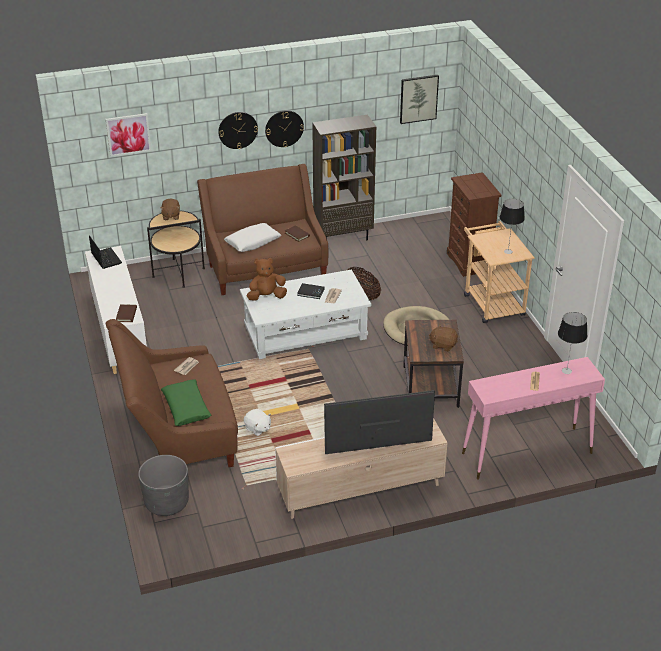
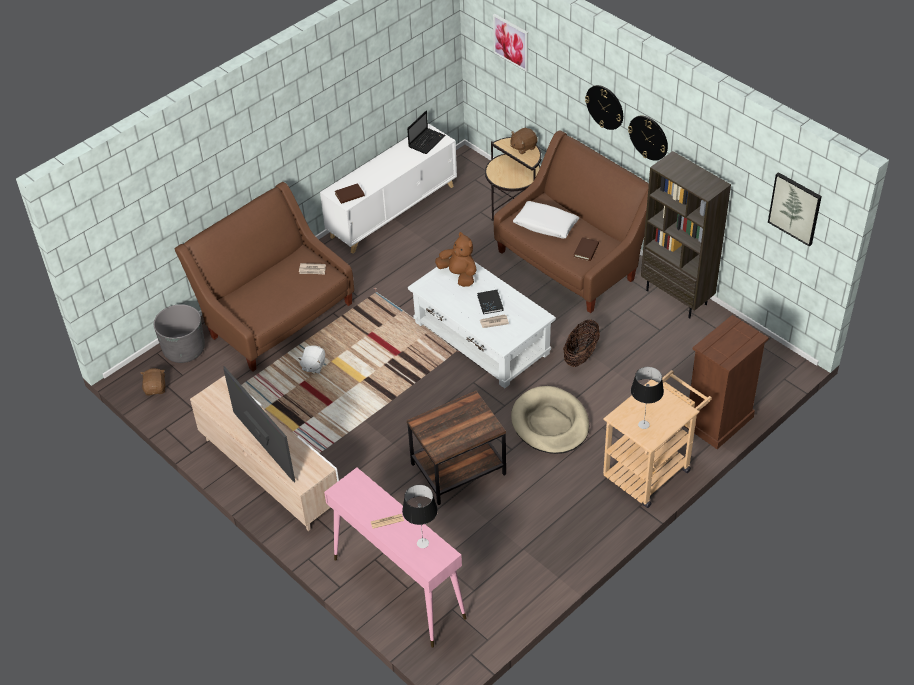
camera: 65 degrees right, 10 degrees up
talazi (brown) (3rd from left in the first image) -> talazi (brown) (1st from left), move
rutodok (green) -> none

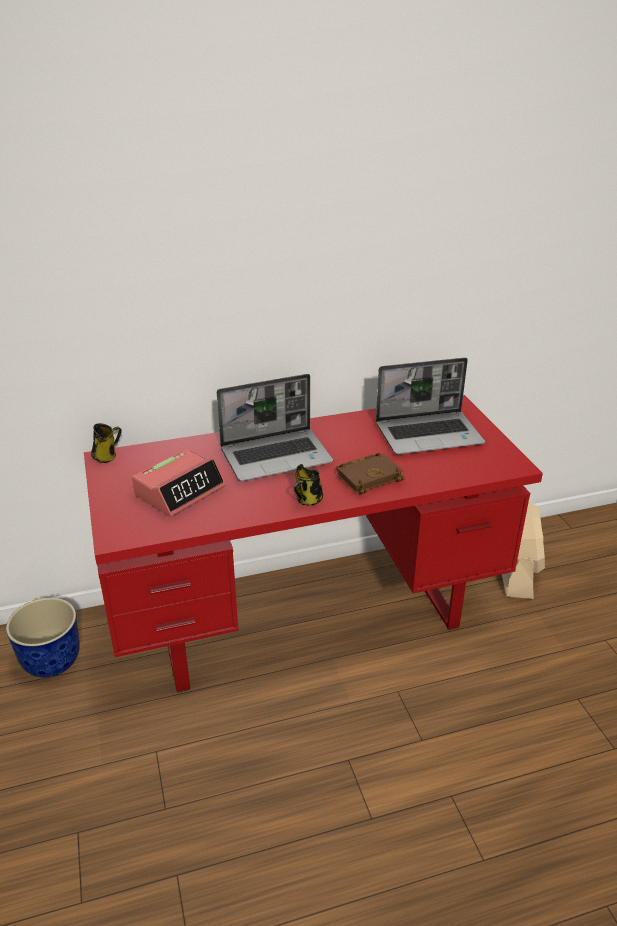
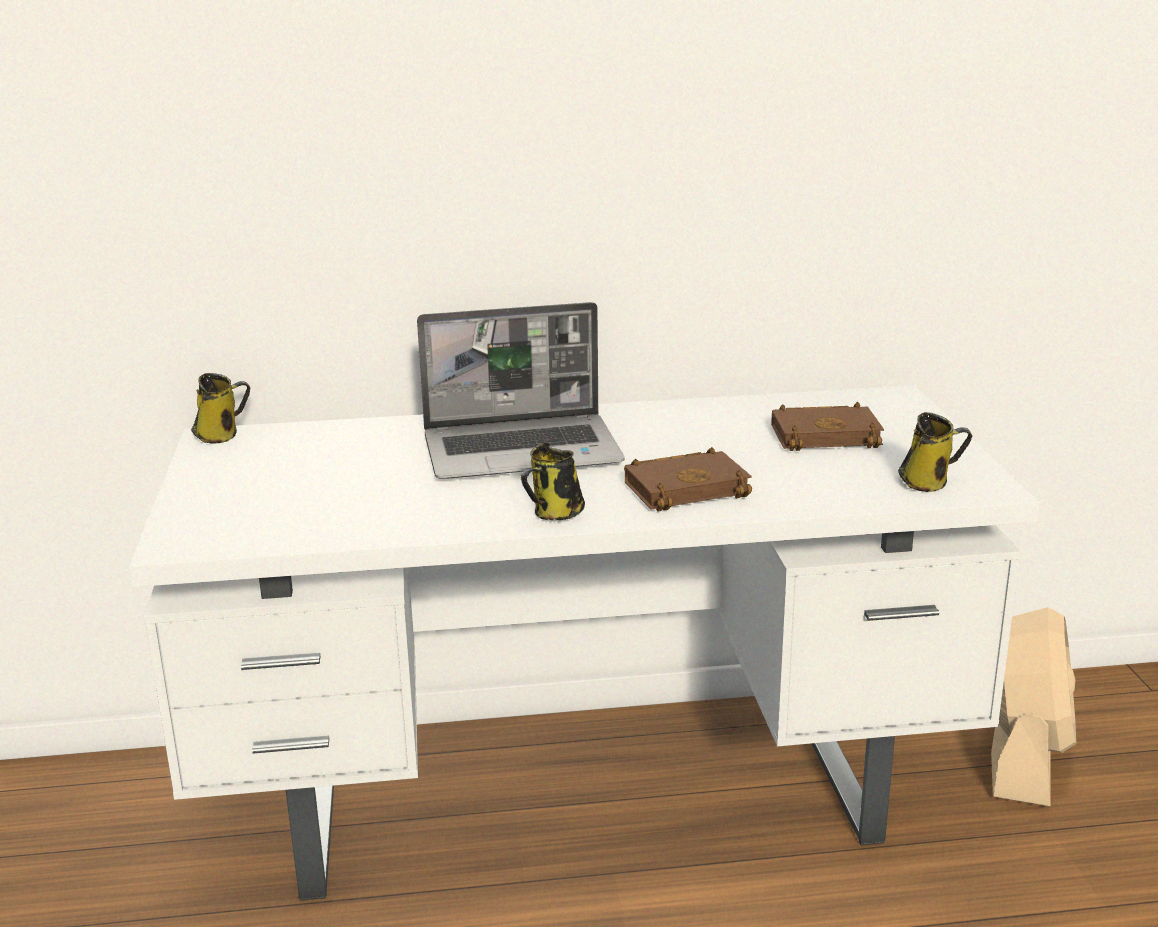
camera: 10 degrees right, 10 degrees down
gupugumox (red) -> gupugumox (white)
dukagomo (2nd from left) -> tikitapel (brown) (2nd from left)
none -> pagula (3rd from left)
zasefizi -> none
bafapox -> none

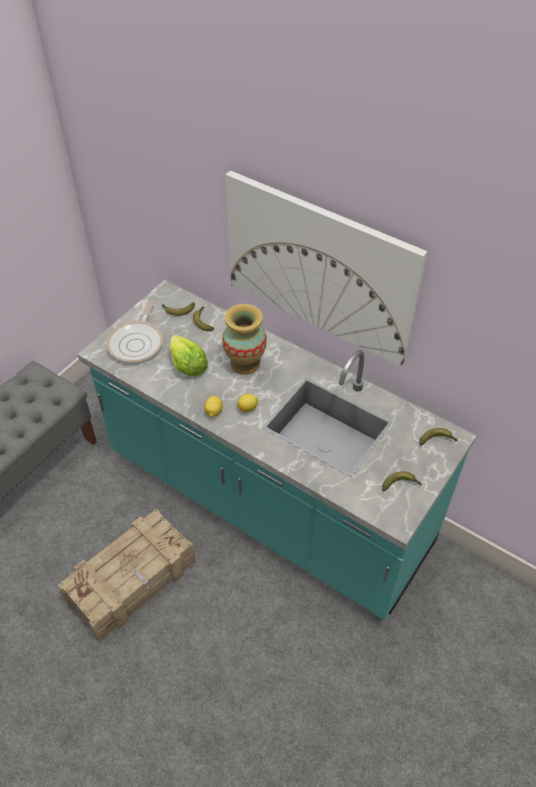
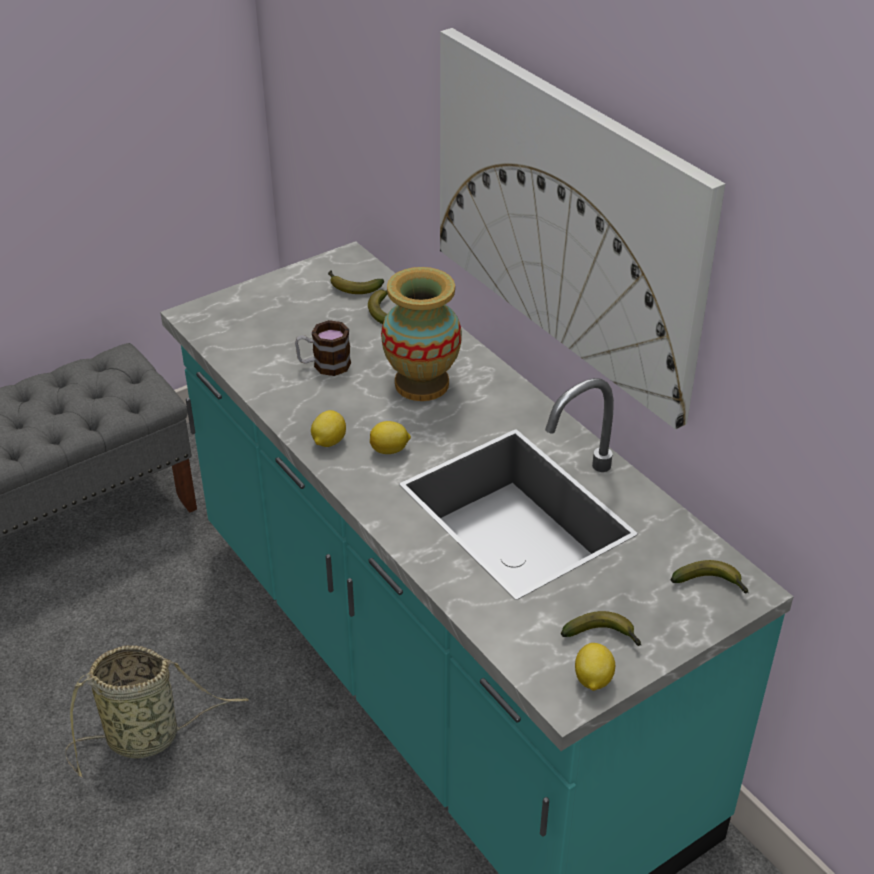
camera: 20 degrees right, 10 degrees down
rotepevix -> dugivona
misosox -> pagula
none -> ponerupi (3rd from left)
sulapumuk -> none

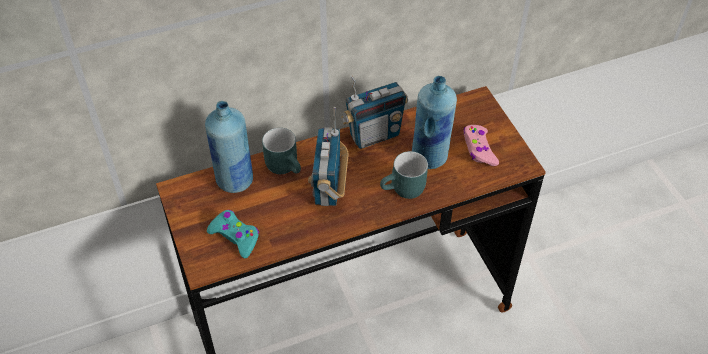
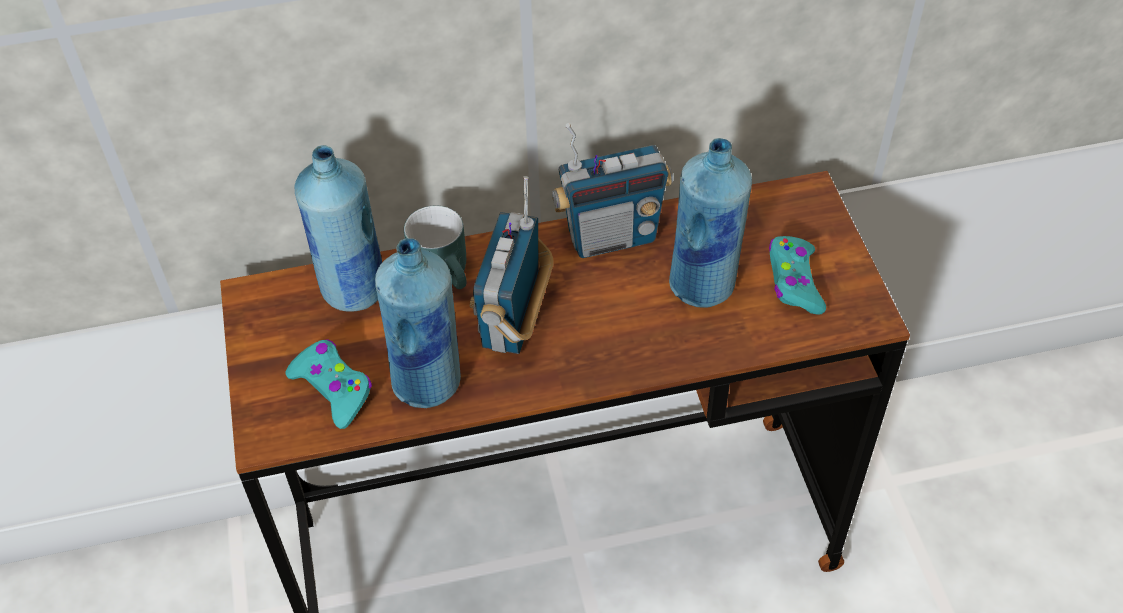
camera: 10 degrees right, 0 degrees up
none -> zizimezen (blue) (2nd from left)
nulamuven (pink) -> nulamuven (turquoise) (2nd from left)
pagula (turquoise) (2nd from left) -> none

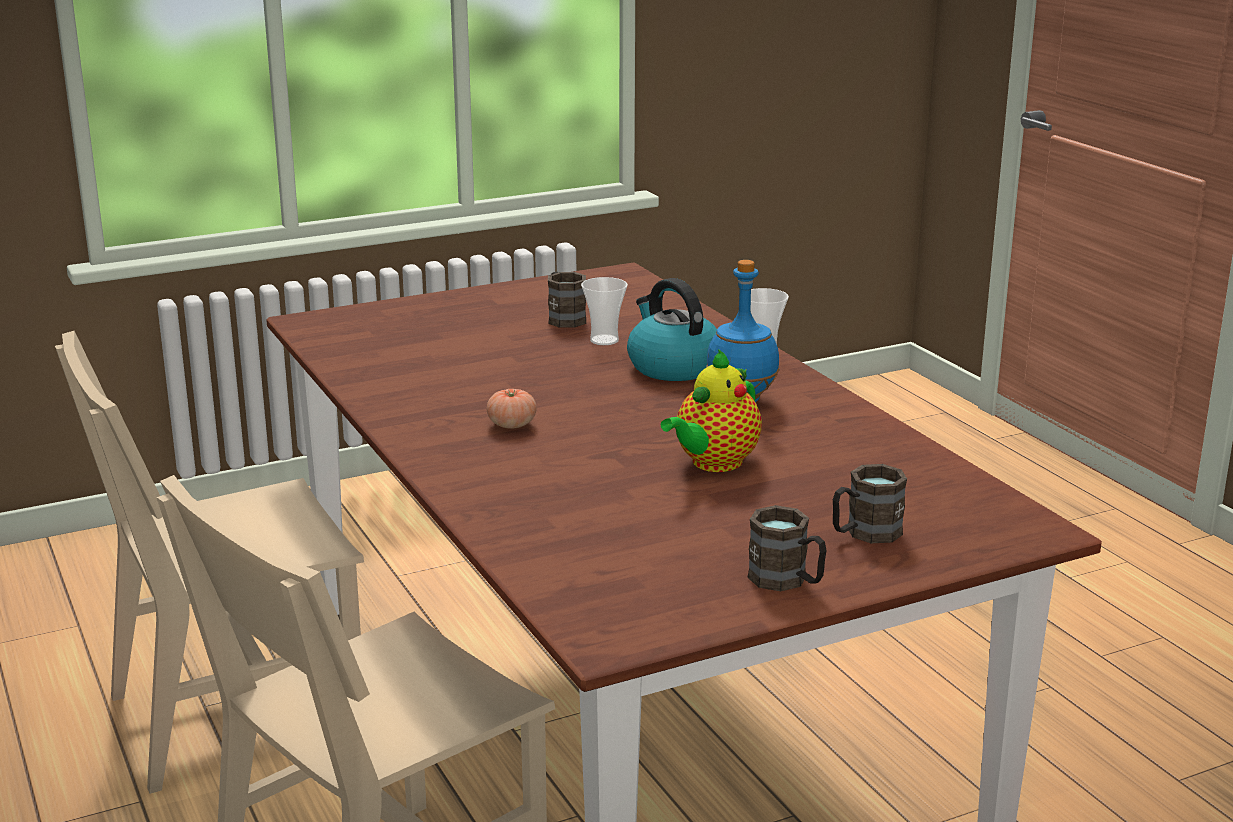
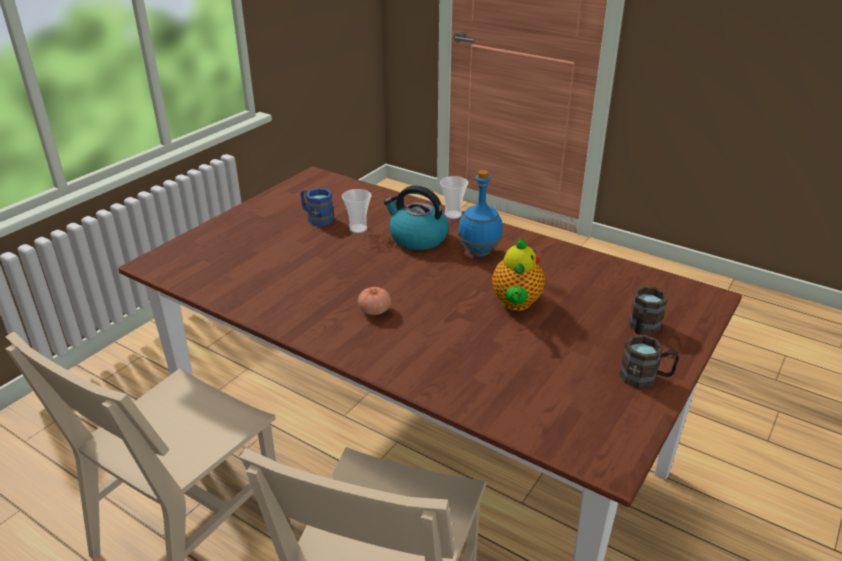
camera: 30 degrees left, 10 degrees up
pagula (brown) (1st from left) -> pagula (blue)

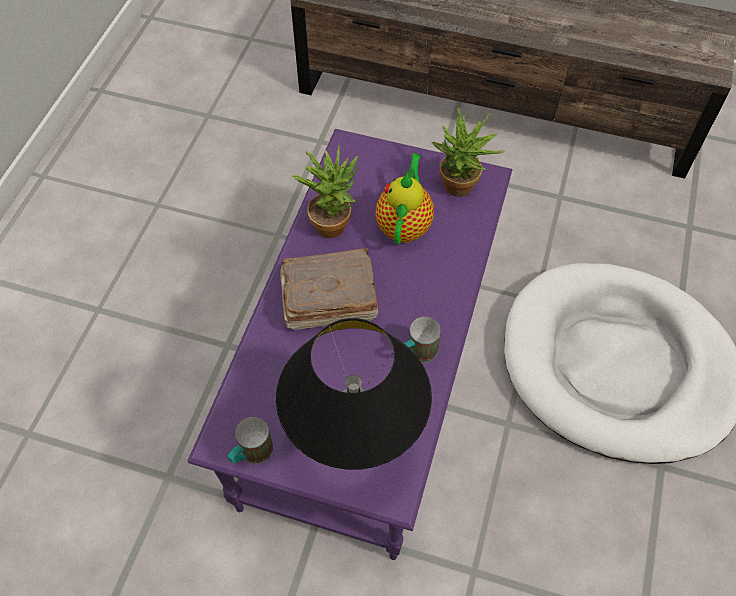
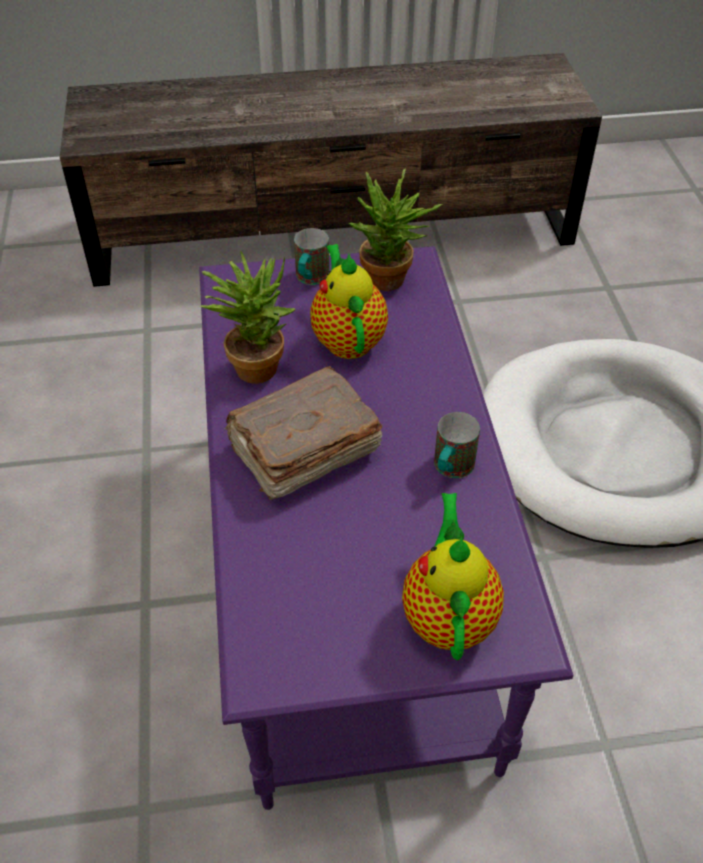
camera: 25 degrees left, 10 degrees down
pagula (1st from left), move
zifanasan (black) -> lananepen (2nd from left)

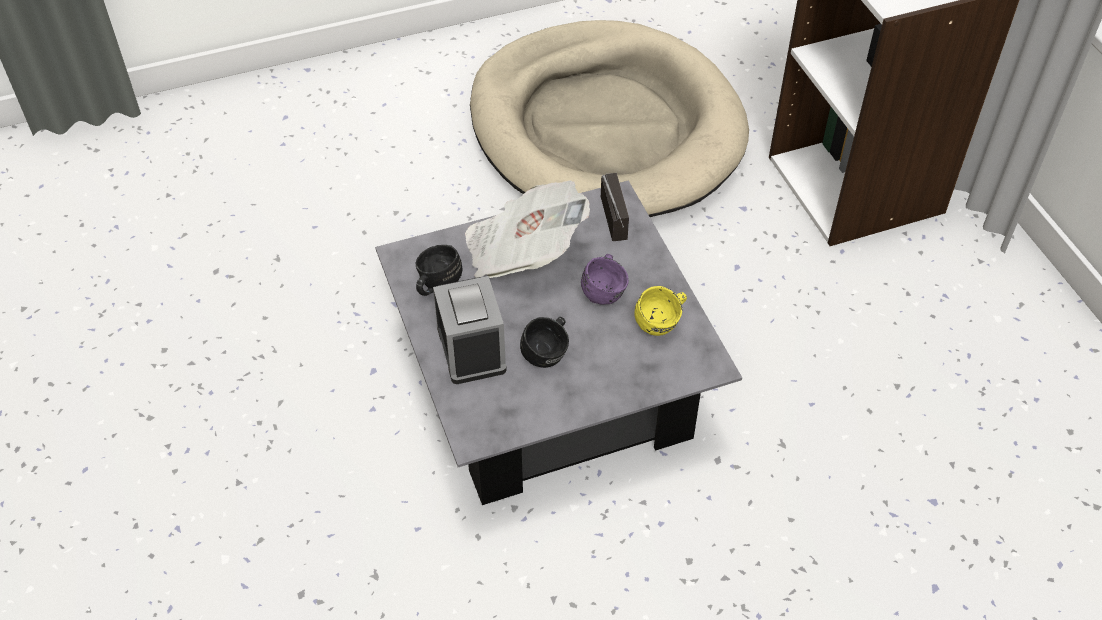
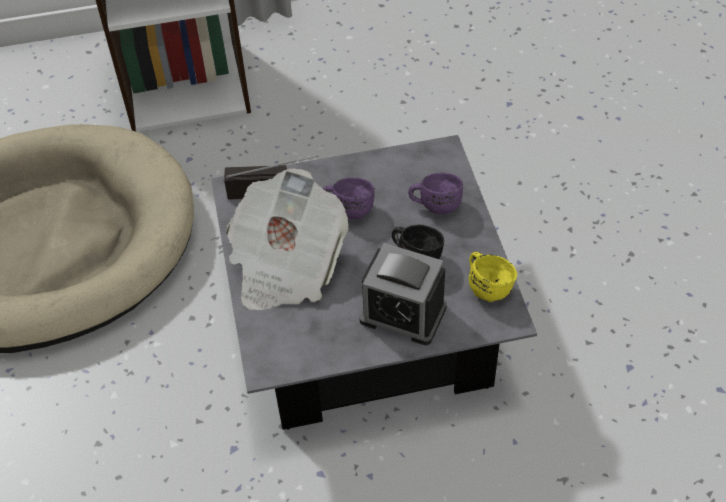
camera: 80 degrees left, 0 degrees up
bafapox, 150 degrees counterclockwise
none -> pagula (purple) (2nd from left)
pagula (yellow), move
pagula (black) (1st from left) -> none

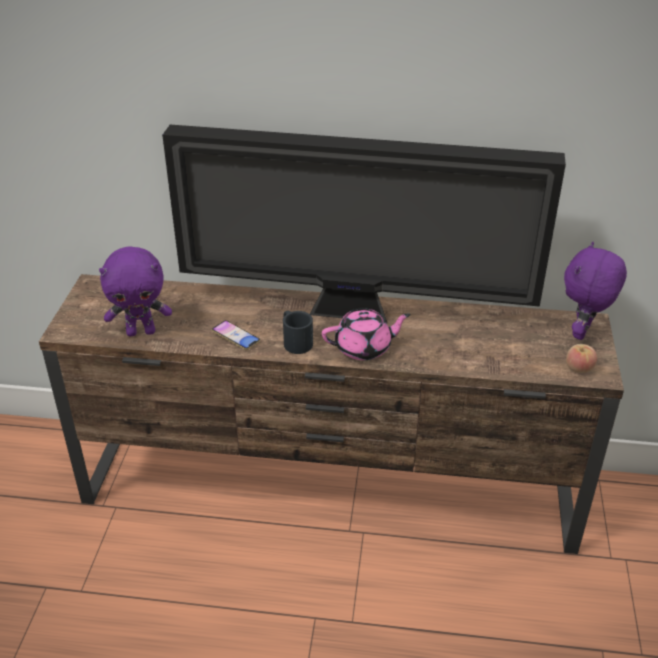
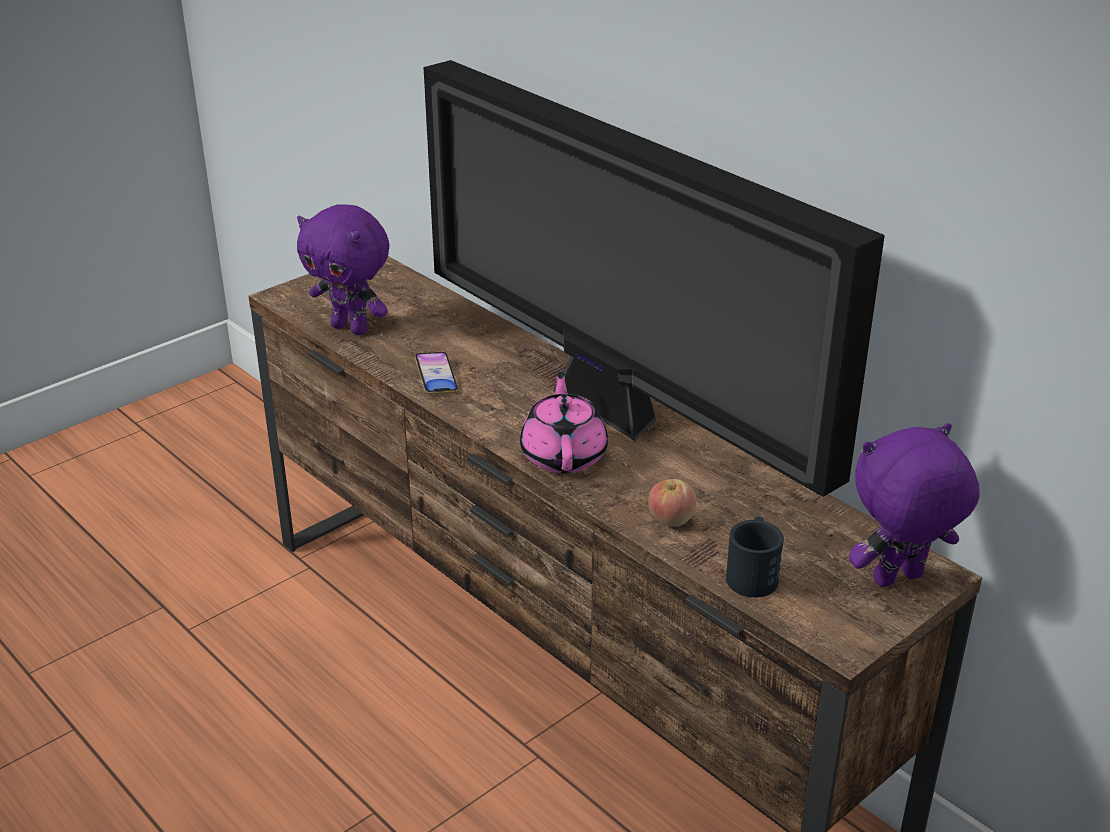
camera: 40 degrees right, 5 degrees down
lananepen (pink), 120 degrees counterclockwise
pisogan, move
pagula (black), move

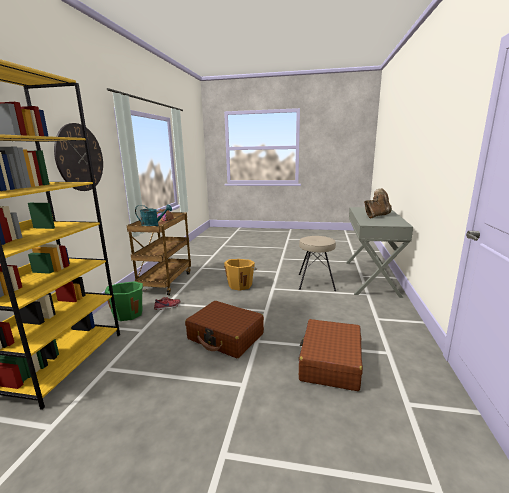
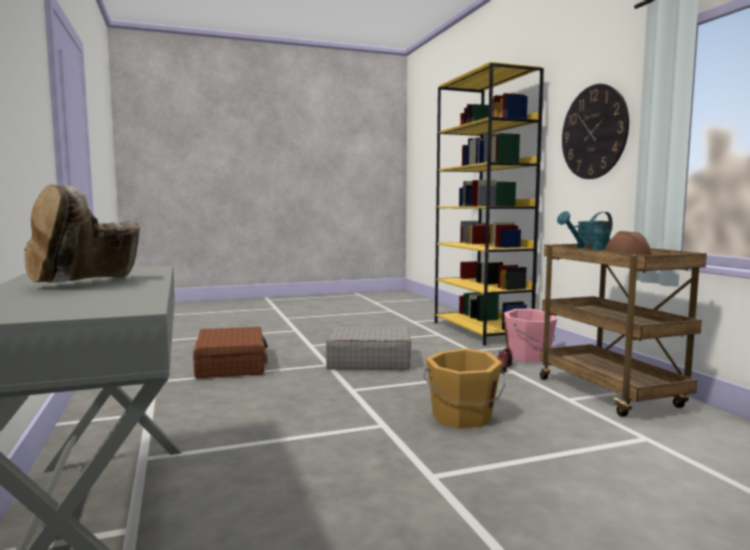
camera: 150 degrees right, 10 degrees down
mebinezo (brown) (1st from left) -> mebinezo (grey)
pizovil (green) -> pizovil (pink)
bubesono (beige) -> none

